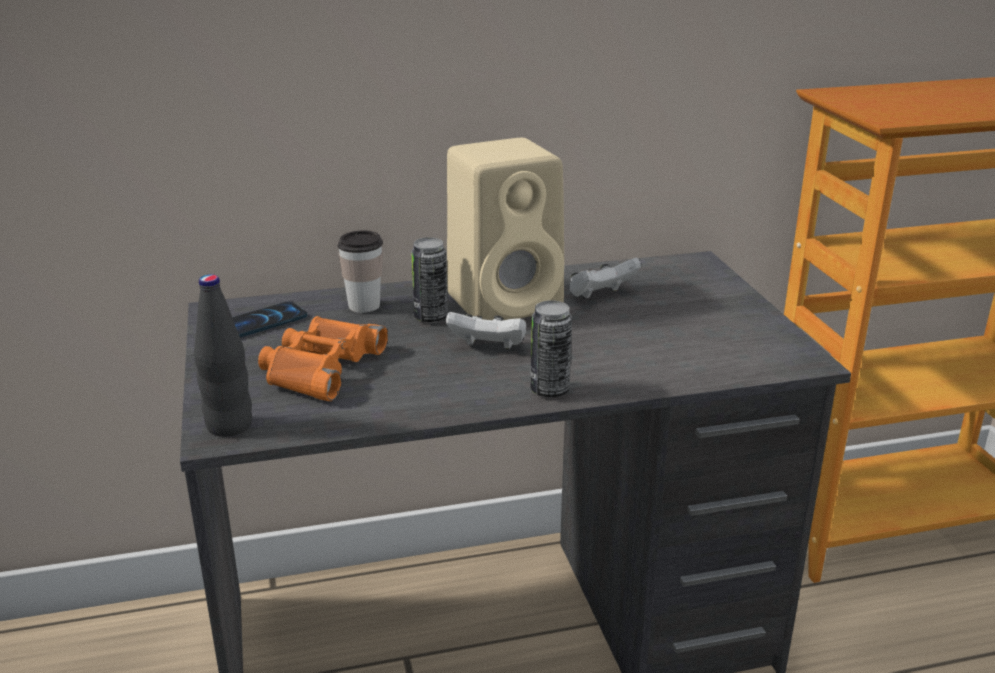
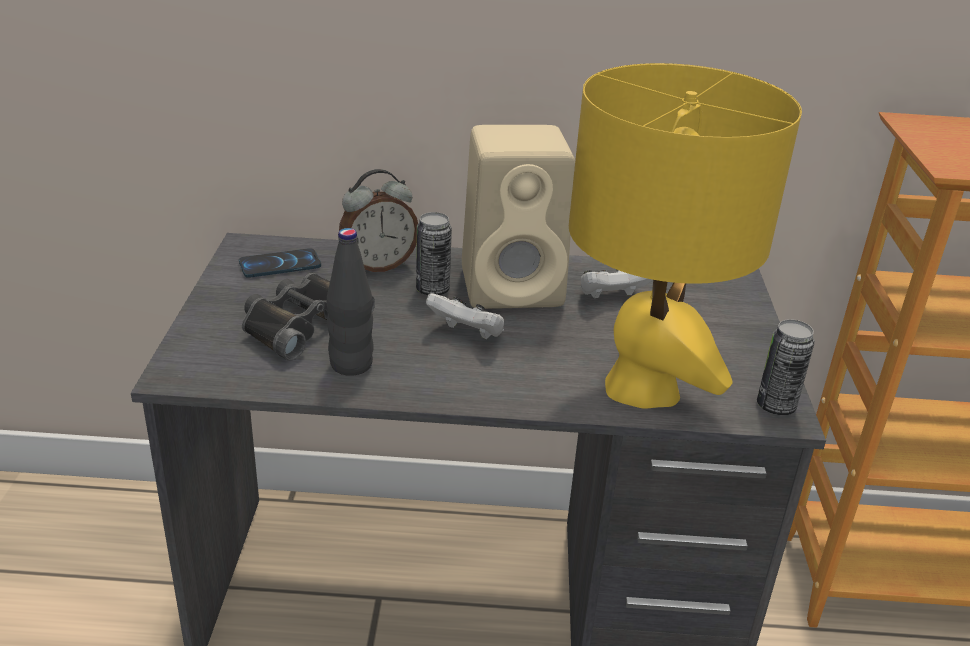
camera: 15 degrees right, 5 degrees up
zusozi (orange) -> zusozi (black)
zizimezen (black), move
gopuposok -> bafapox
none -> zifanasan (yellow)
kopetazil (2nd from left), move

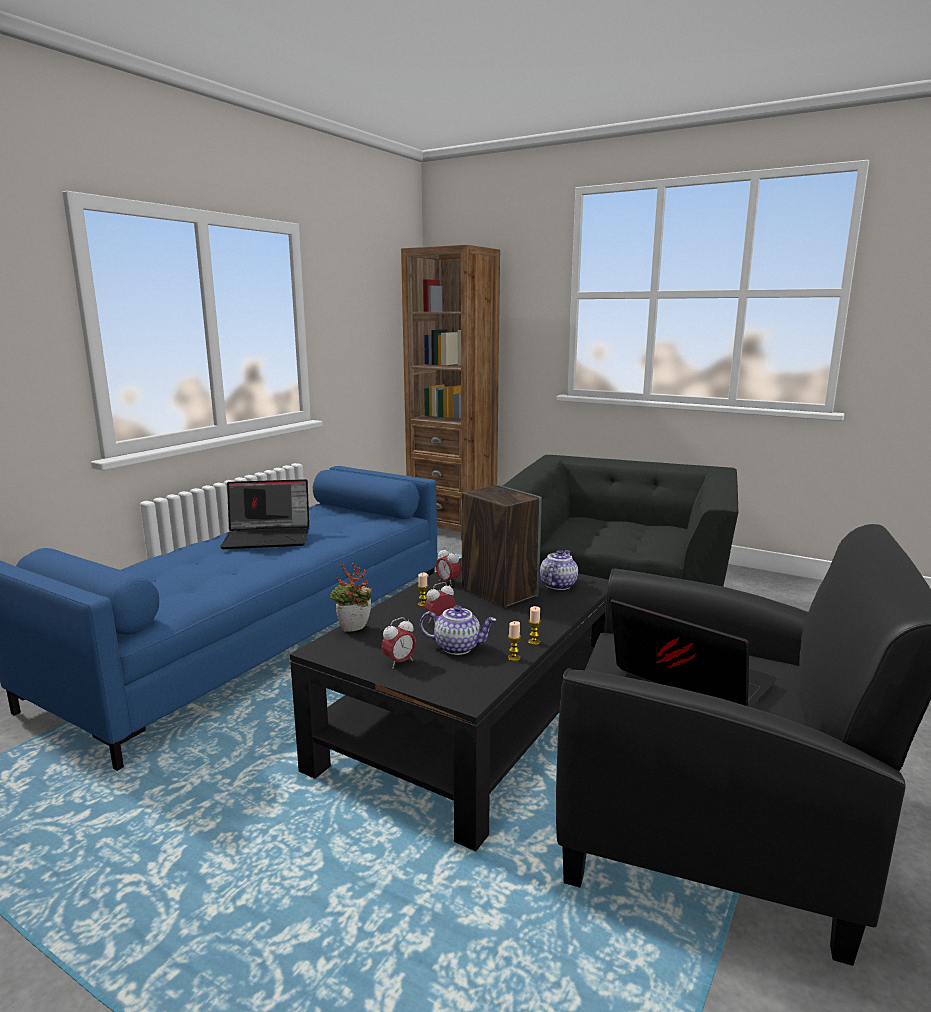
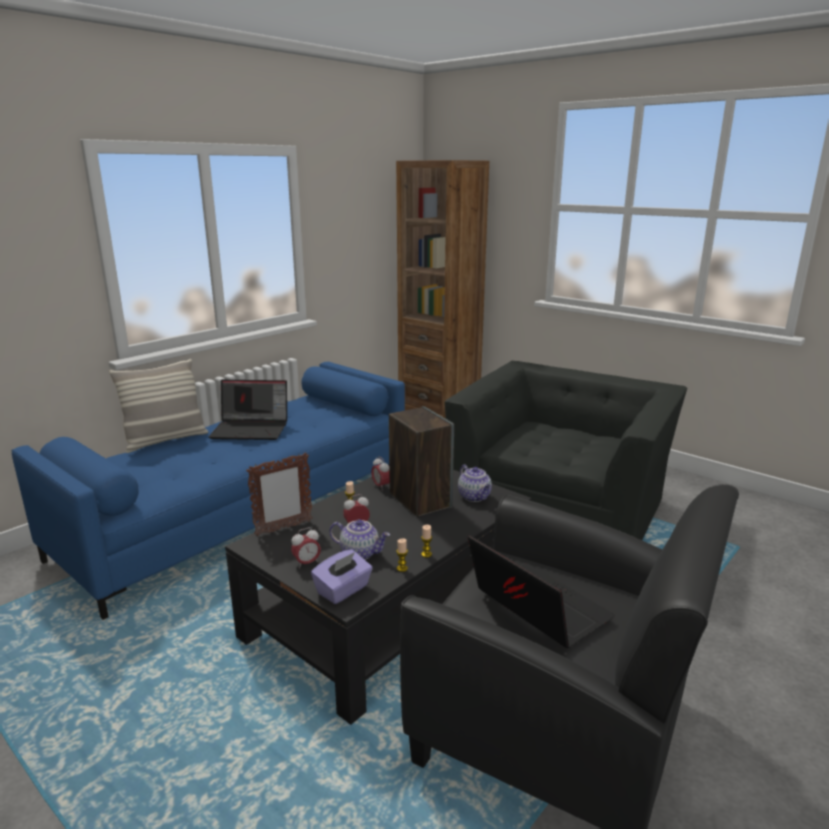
camera: 10 degrees right, 5 degrees up
none -> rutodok
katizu -> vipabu
none -> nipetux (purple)
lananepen (2nd from left), 120 degrees clockwise

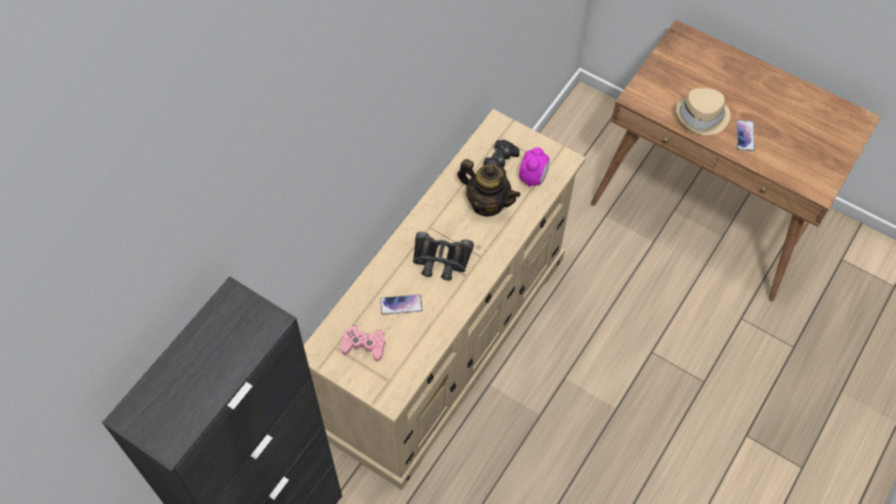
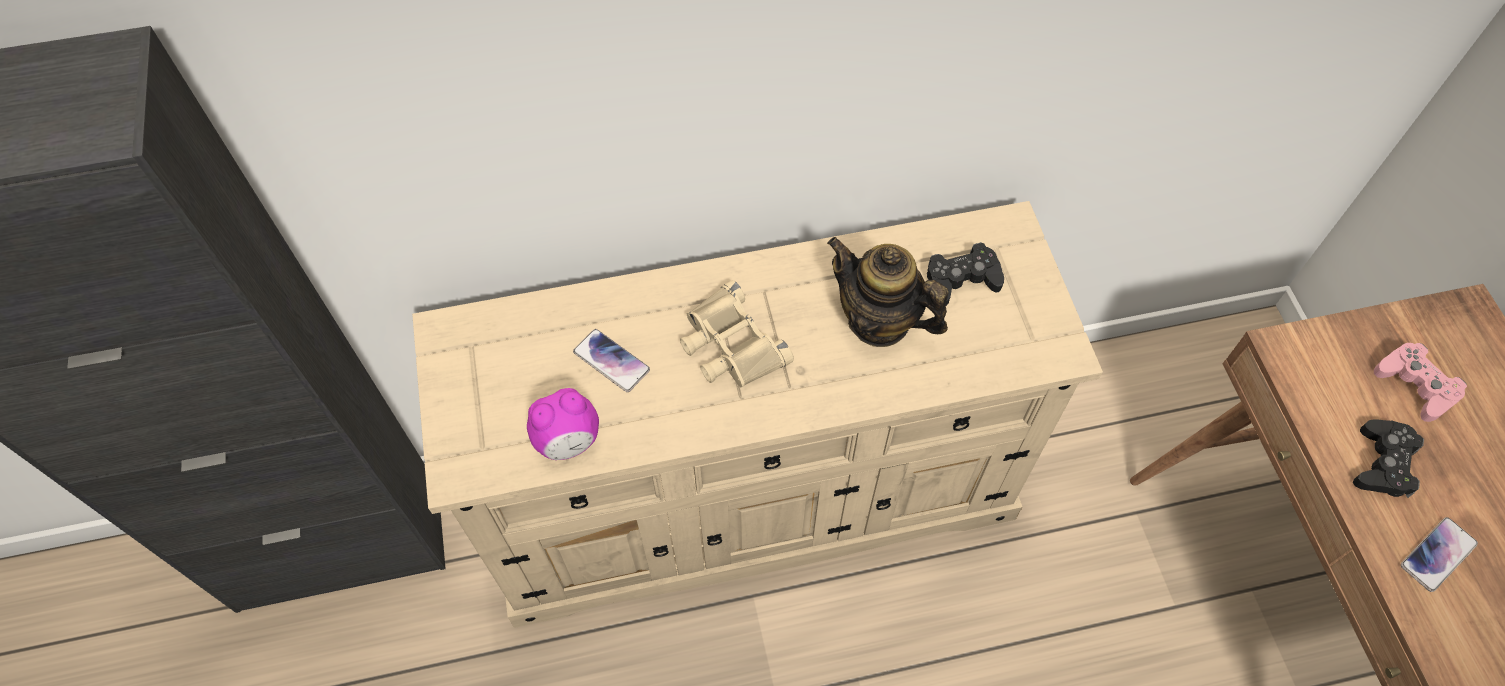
camera: 45 degrees right, 0 degrees up
bafapox, move
zusozi (black) -> zusozi (beige)
lananepen, 135 degrees clockwise
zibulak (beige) -> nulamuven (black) (2nd from left)
nulamuven (pink), move

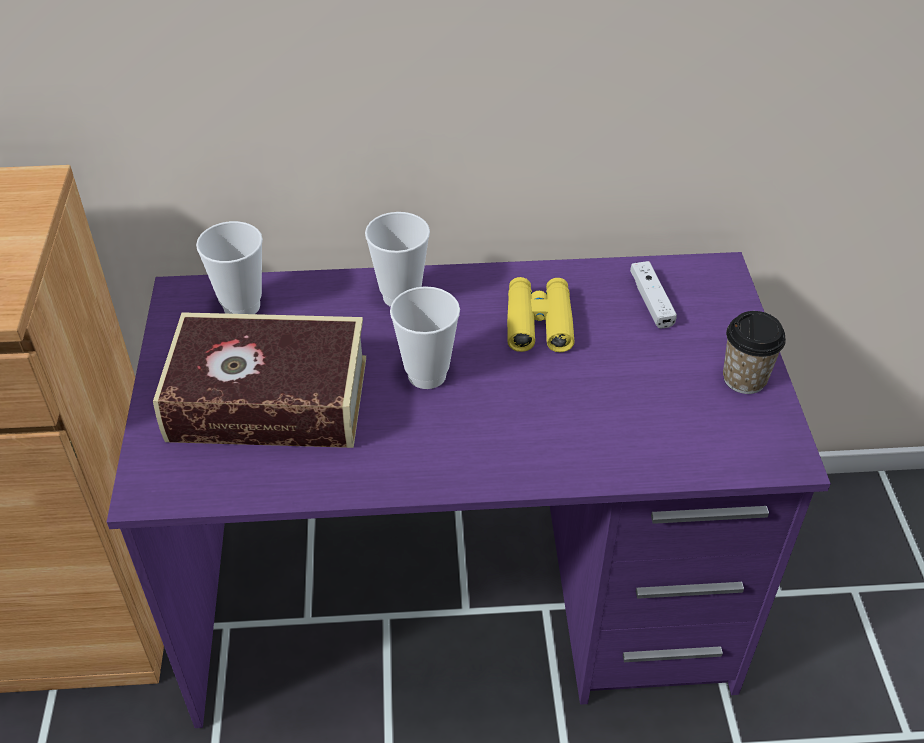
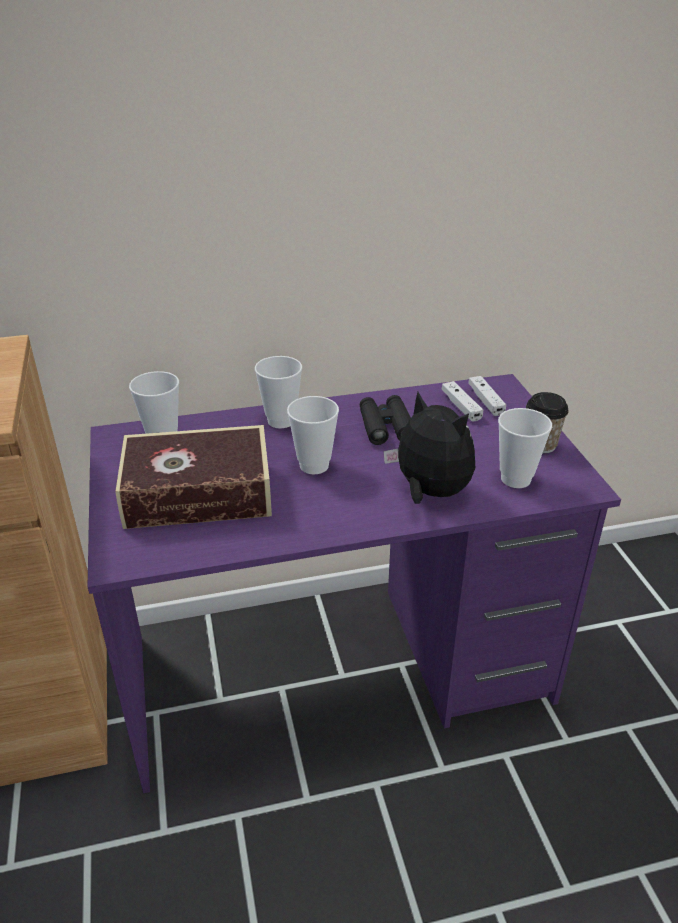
camera: 10 degrees left, 10 degrees down
zusozi (yellow) -> zusozi (black)
none -> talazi
none -> nulamuven (white) (2nd from left)
none -> gopuposok (4th from left)

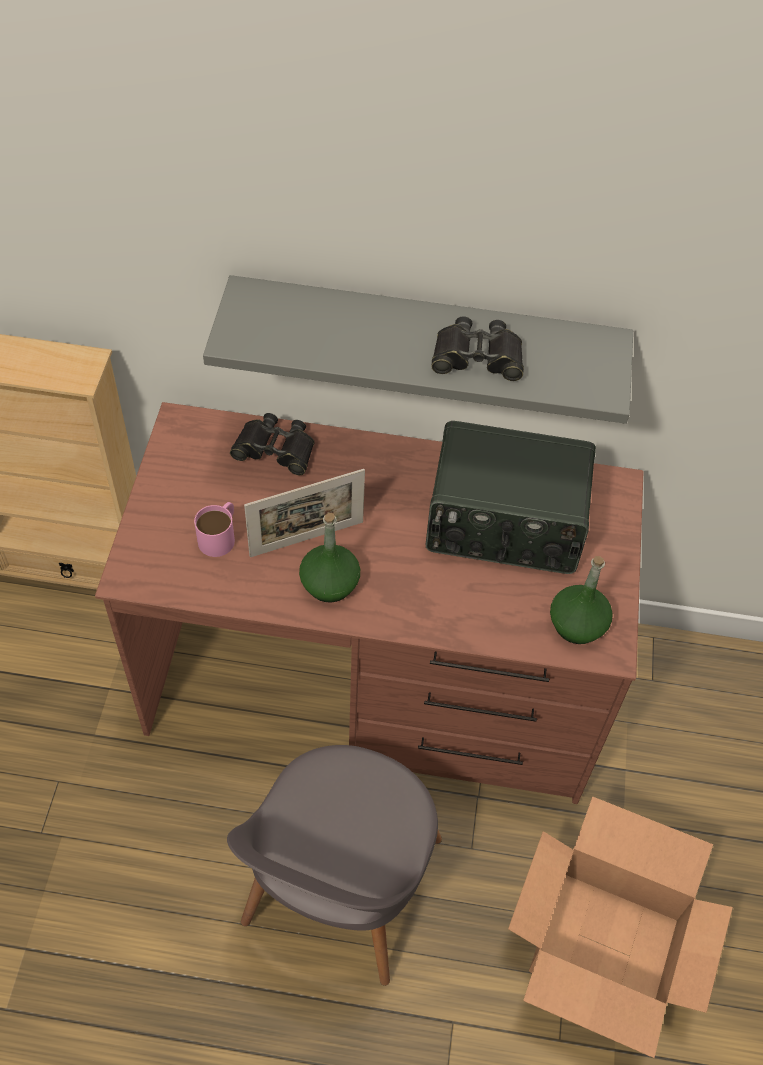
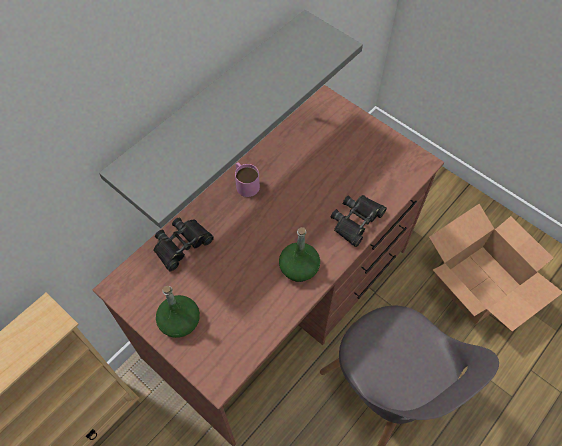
camera: 55 degrees left, 5 degrees up
zizimezen (green) (2nd from left in the first image) -> zizimezen (green) (1st from left), move
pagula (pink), move
zusozi (black) (2nd from left), move
vipabu -> none
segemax -> none

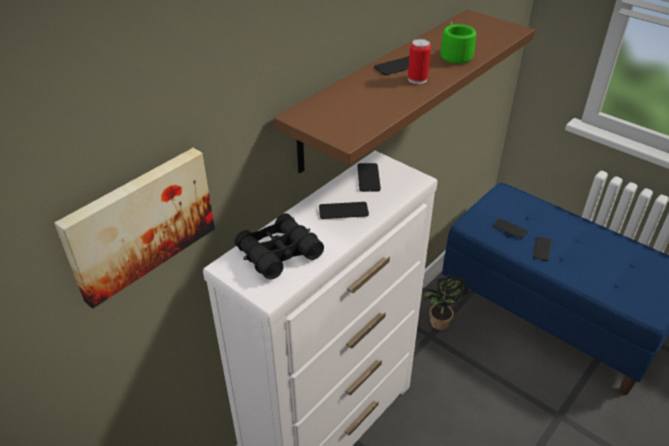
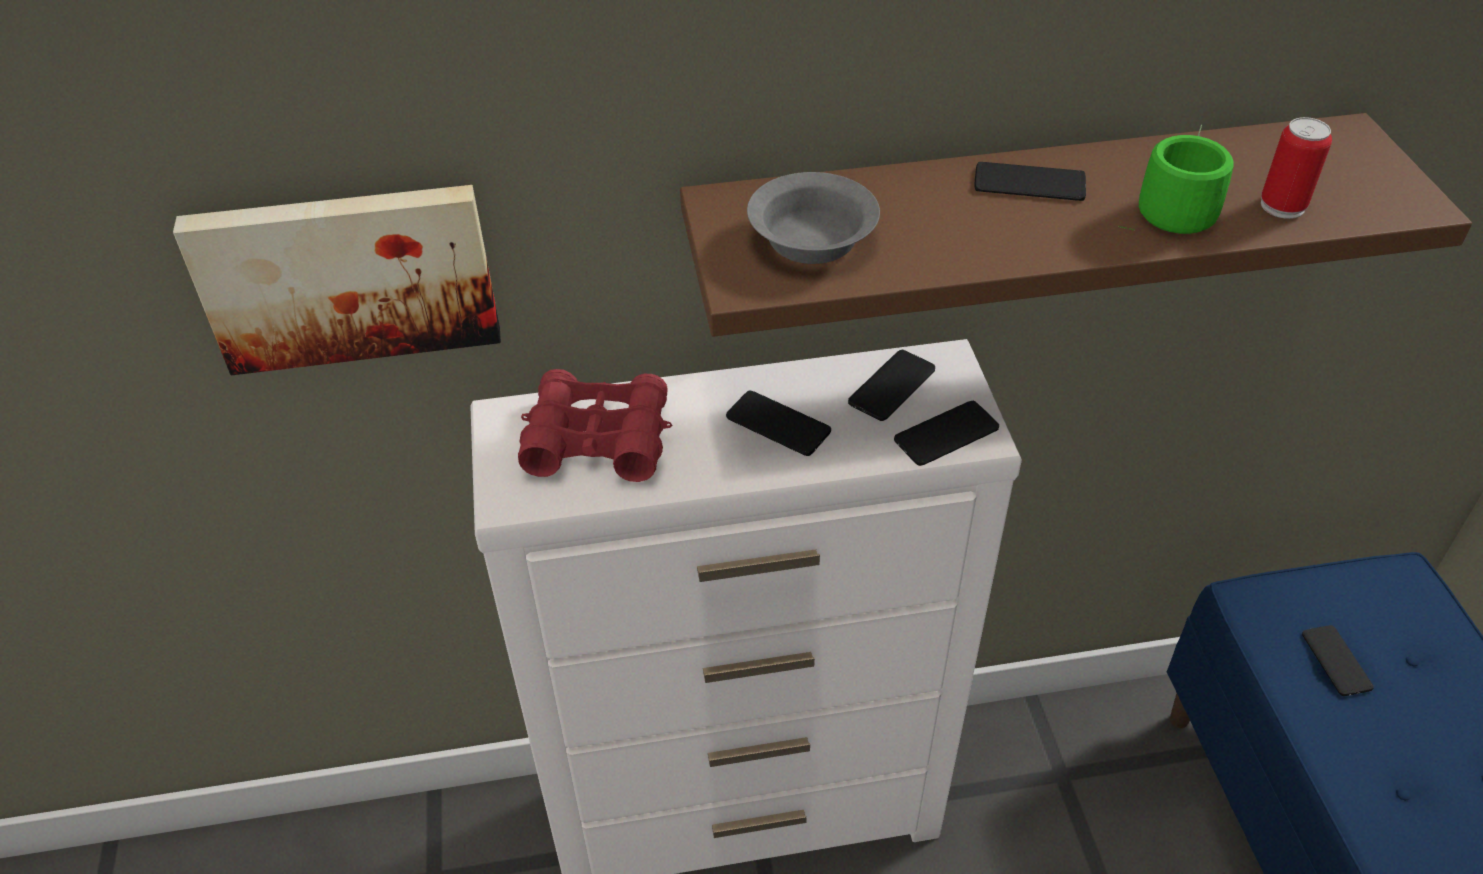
camera: 40 degrees right, 5 degrees up
zusozi (black) -> zusozi (red)
none -> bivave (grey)
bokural (5th from left in the first image) -> bokural (3rd from left), move
kopetazil, move
katizu -> none

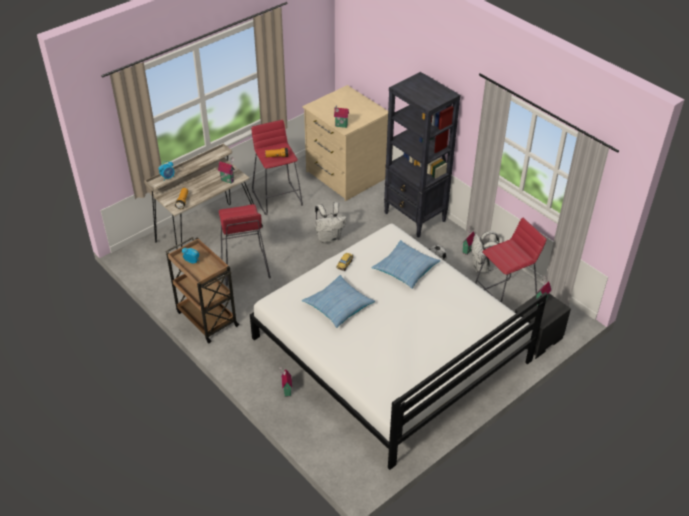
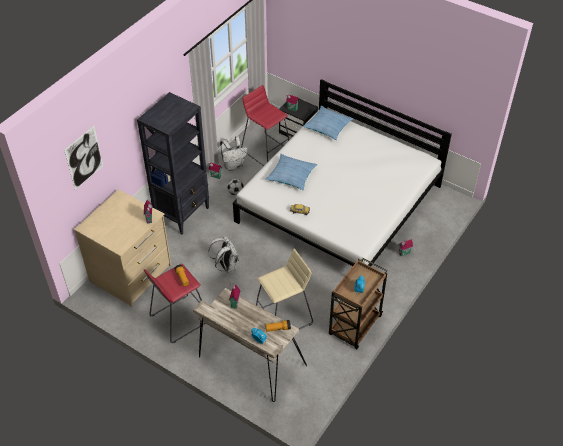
camera: 105 degrees left, 5 degrees up
none -> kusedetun
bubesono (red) (1st from left) -> bubesono (beige)
rutodok (1st from left in the first image) -> rutodok (2nd from left), move

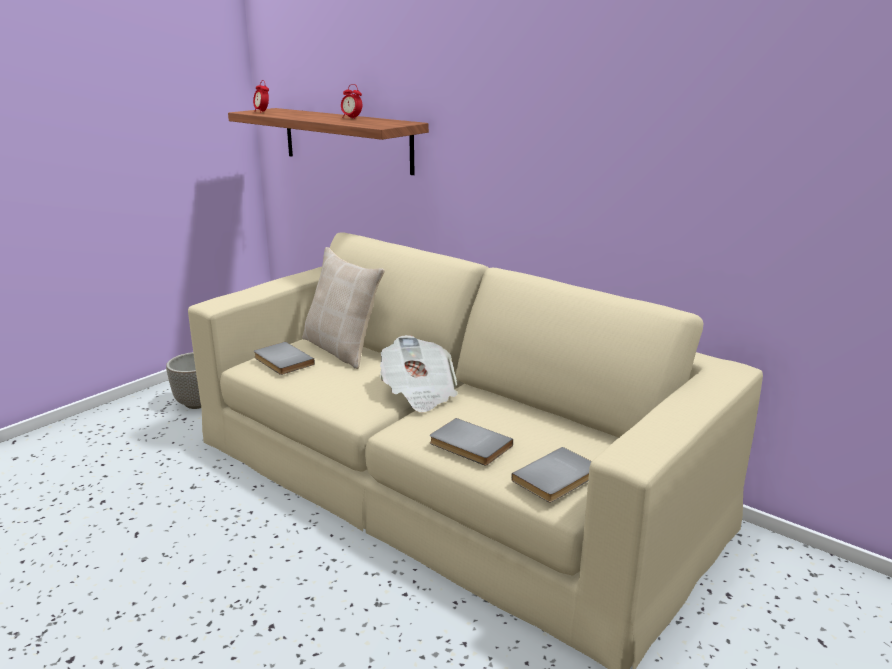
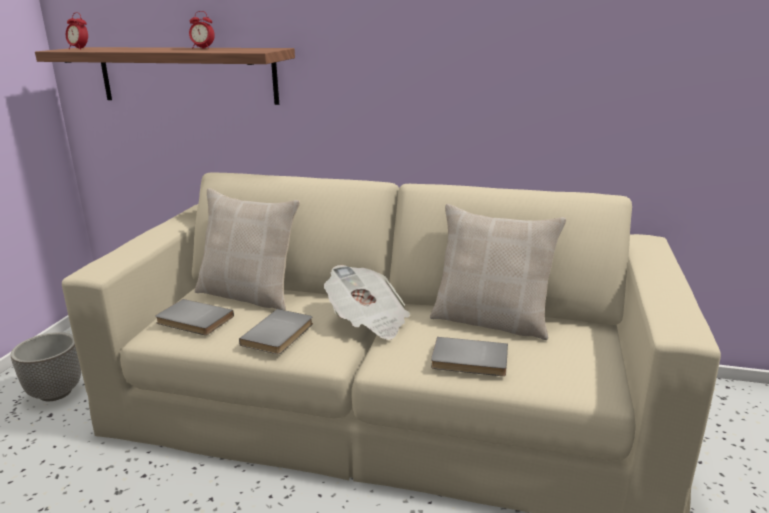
camera: 25 degrees left, 0 degrees up
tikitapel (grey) (3rd from left in the first image) -> tikitapel (grey) (2nd from left), move
none -> rutodok (beige) (2nd from left)

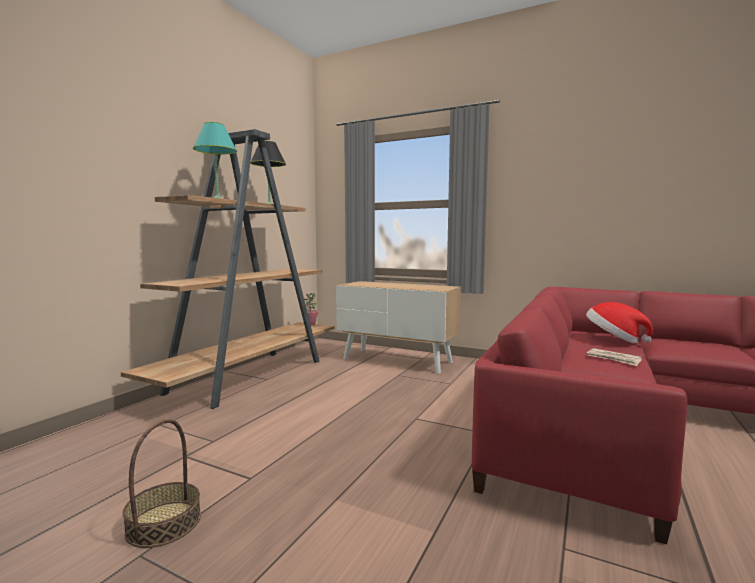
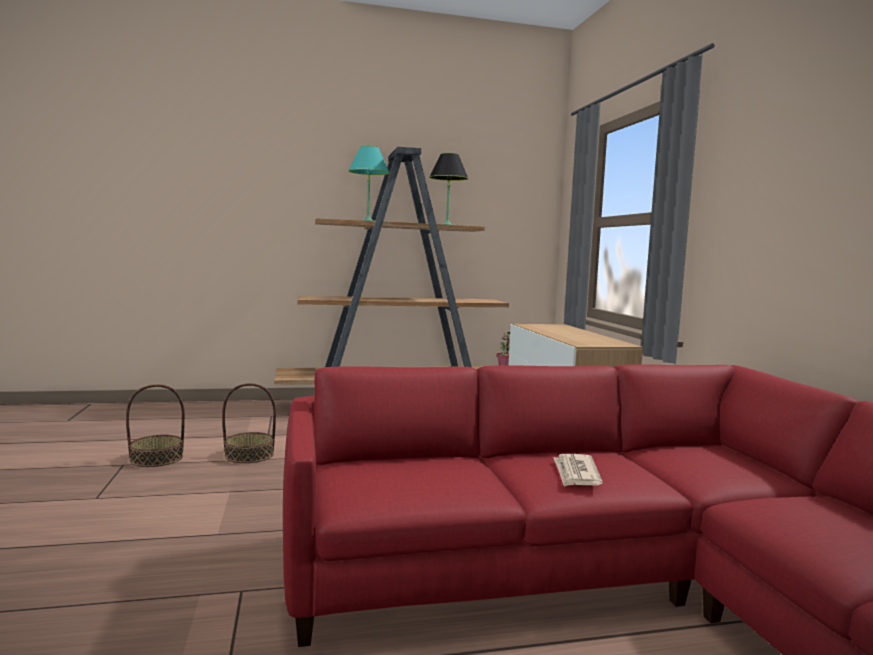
camera: 50 degrees right, 0 degrees up
none -> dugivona (2nd from left)
zibulak -> none

